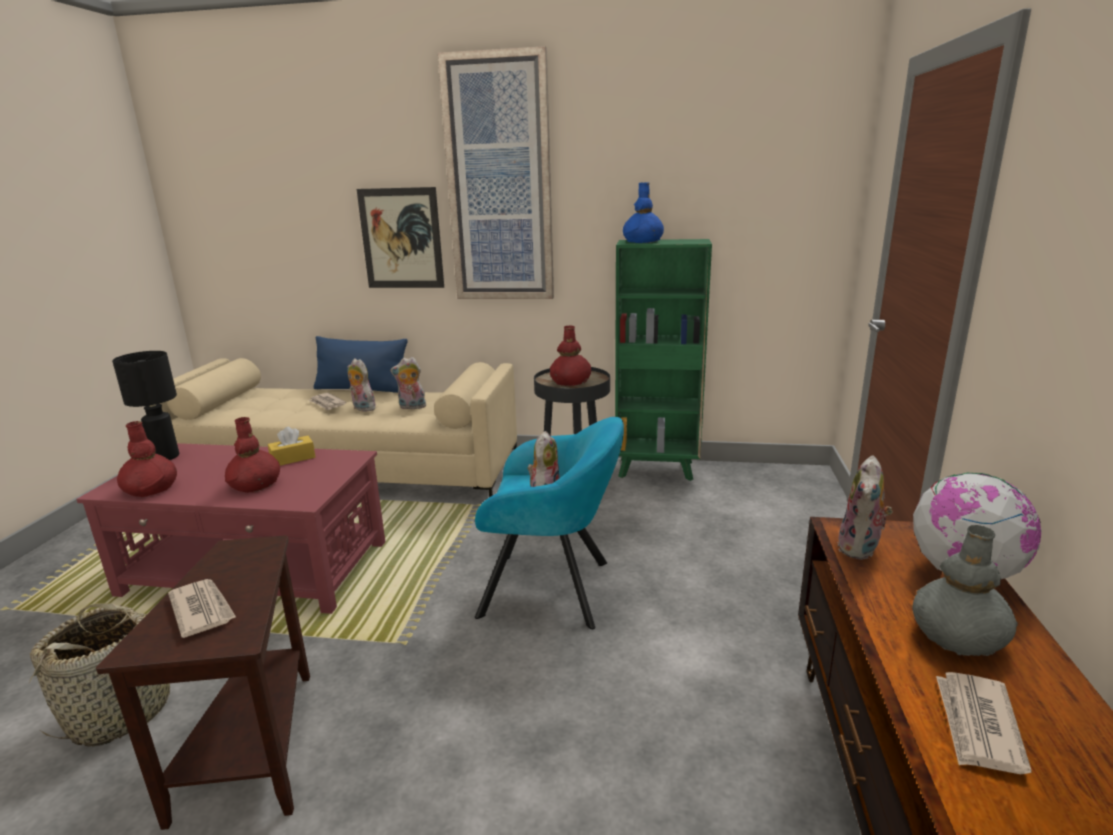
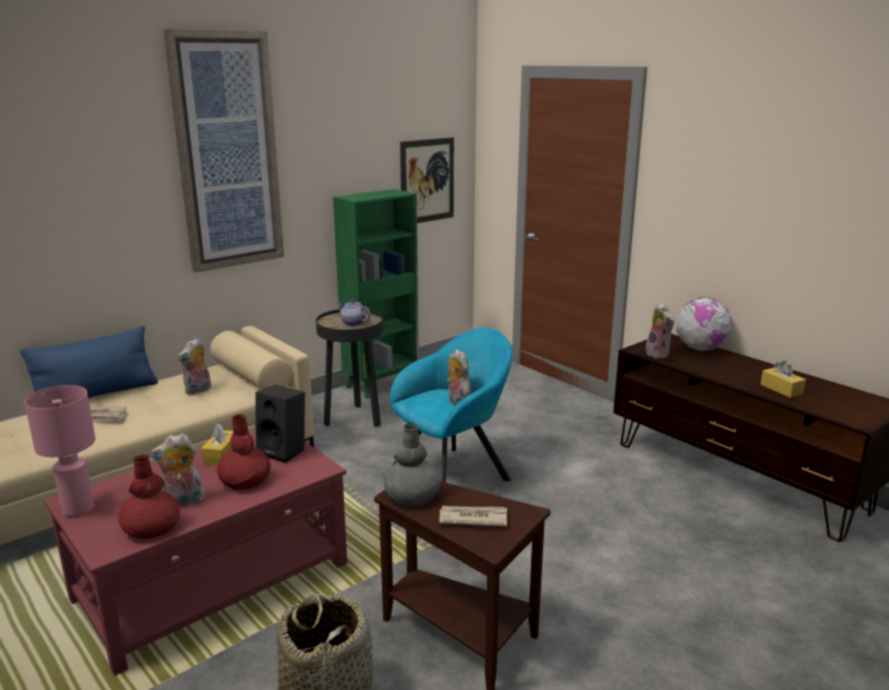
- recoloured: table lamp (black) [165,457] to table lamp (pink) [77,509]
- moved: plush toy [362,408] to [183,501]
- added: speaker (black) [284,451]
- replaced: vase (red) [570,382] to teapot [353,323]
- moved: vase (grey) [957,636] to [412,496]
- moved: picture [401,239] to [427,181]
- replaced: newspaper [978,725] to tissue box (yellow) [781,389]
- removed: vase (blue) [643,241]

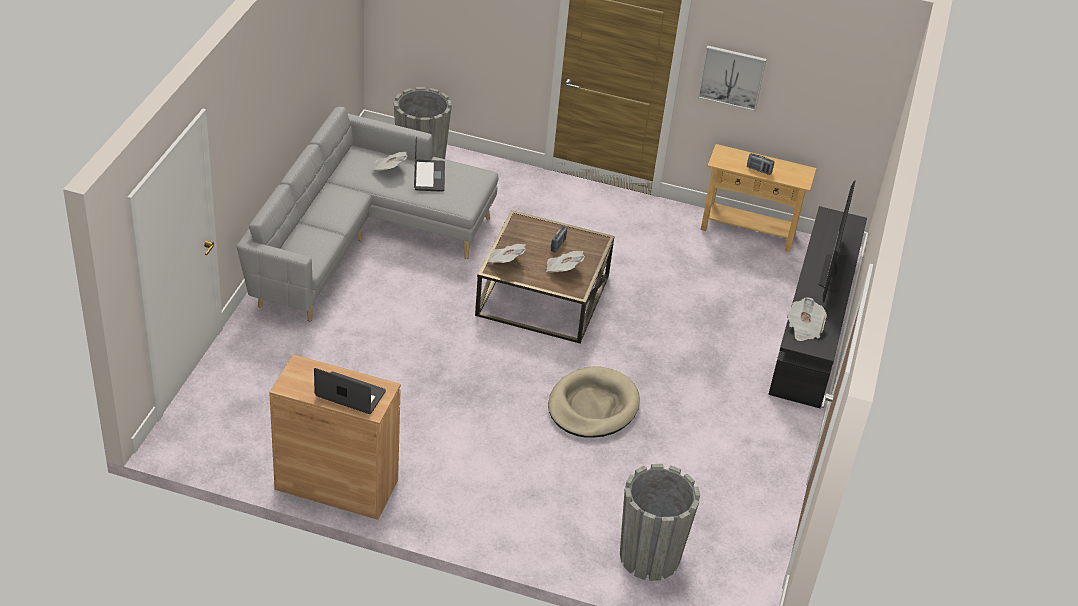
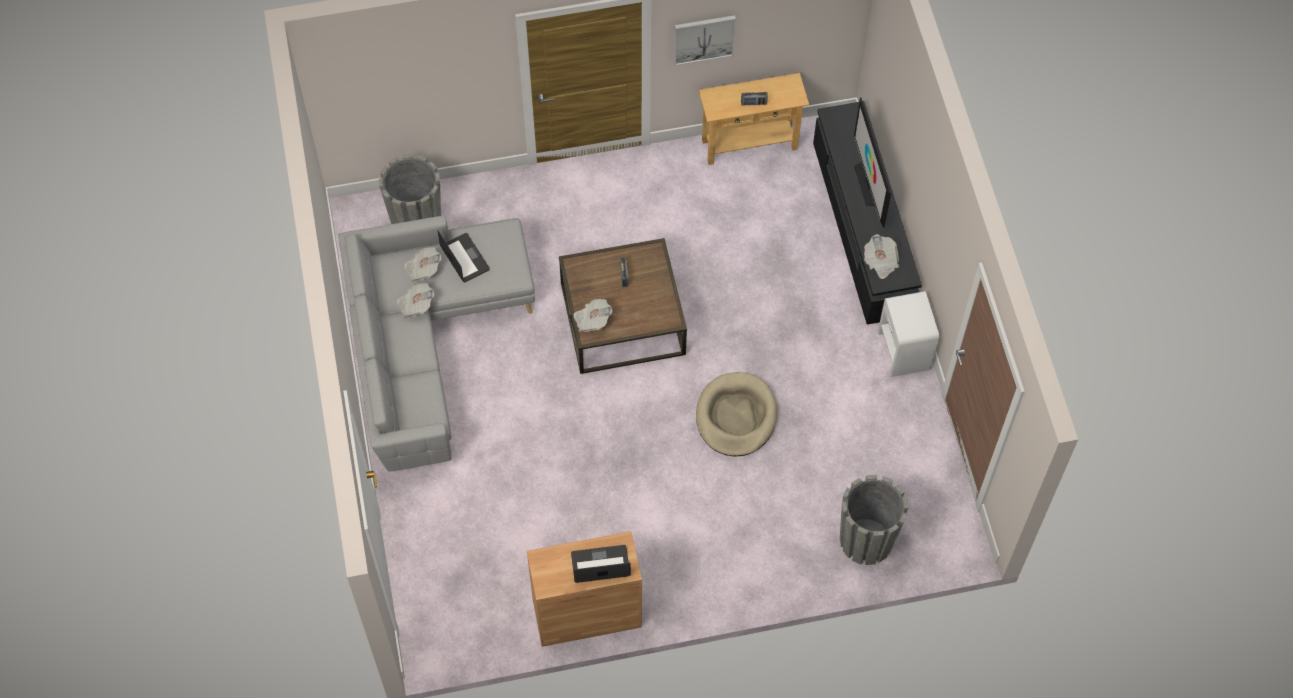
- moved: newspaper [563,269] to [416,305]
- added: nightstand (white) [904,351]

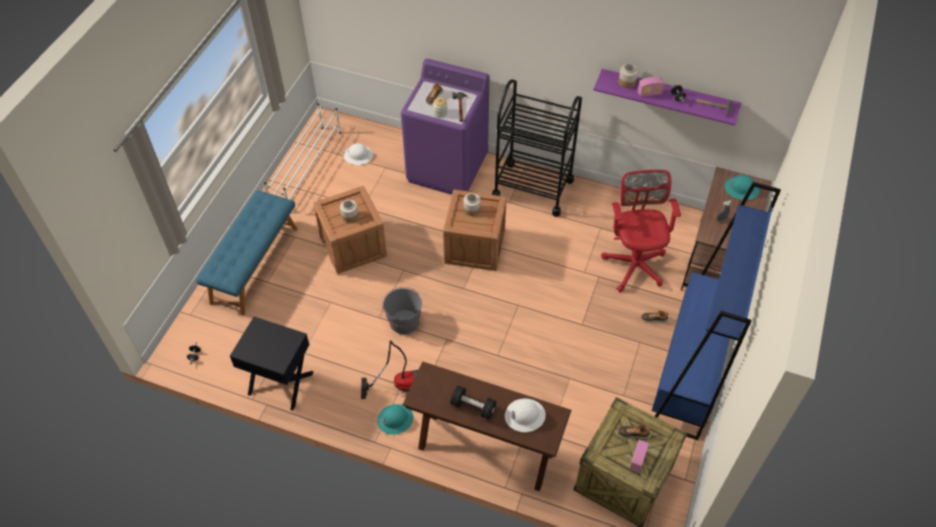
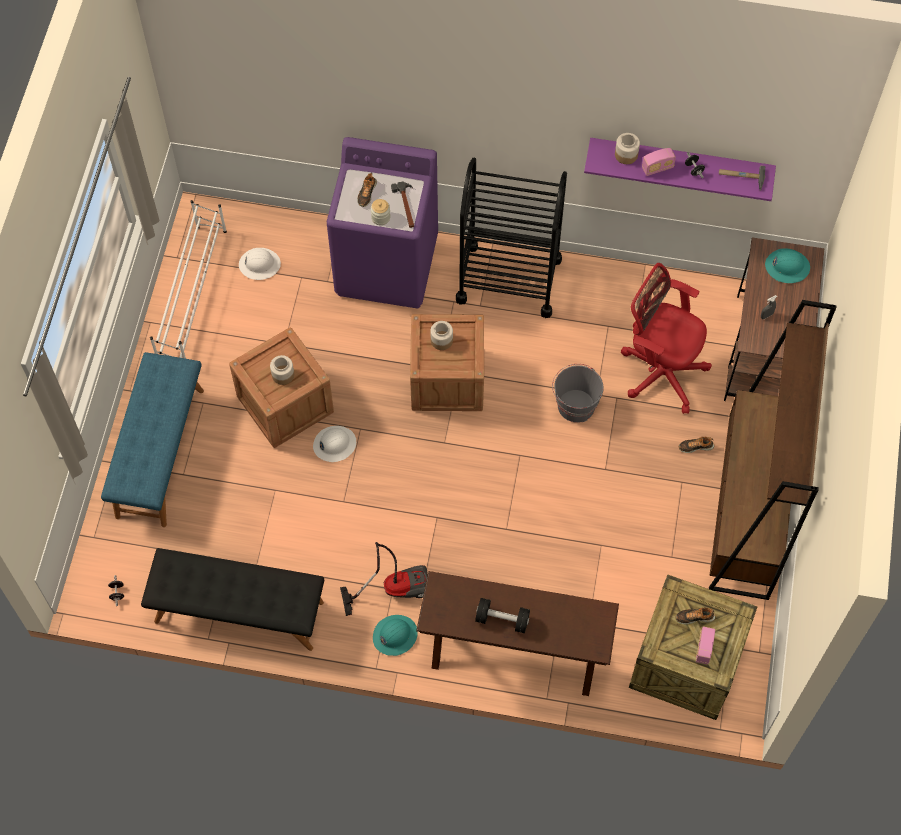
- replaced: nightstand (black) [280,384] to bench (black) [238,612]
- moved: hard hat (white) [524,415] to [334,444]
- moved: bucket (grey) [403,321] to [575,405]
- turned: office chair (red) [634,263] = [659,371] 45 degrees counterclockwise
- recoloured: bookcase (blue) [689,370] to bookcase (brown) [748,510]

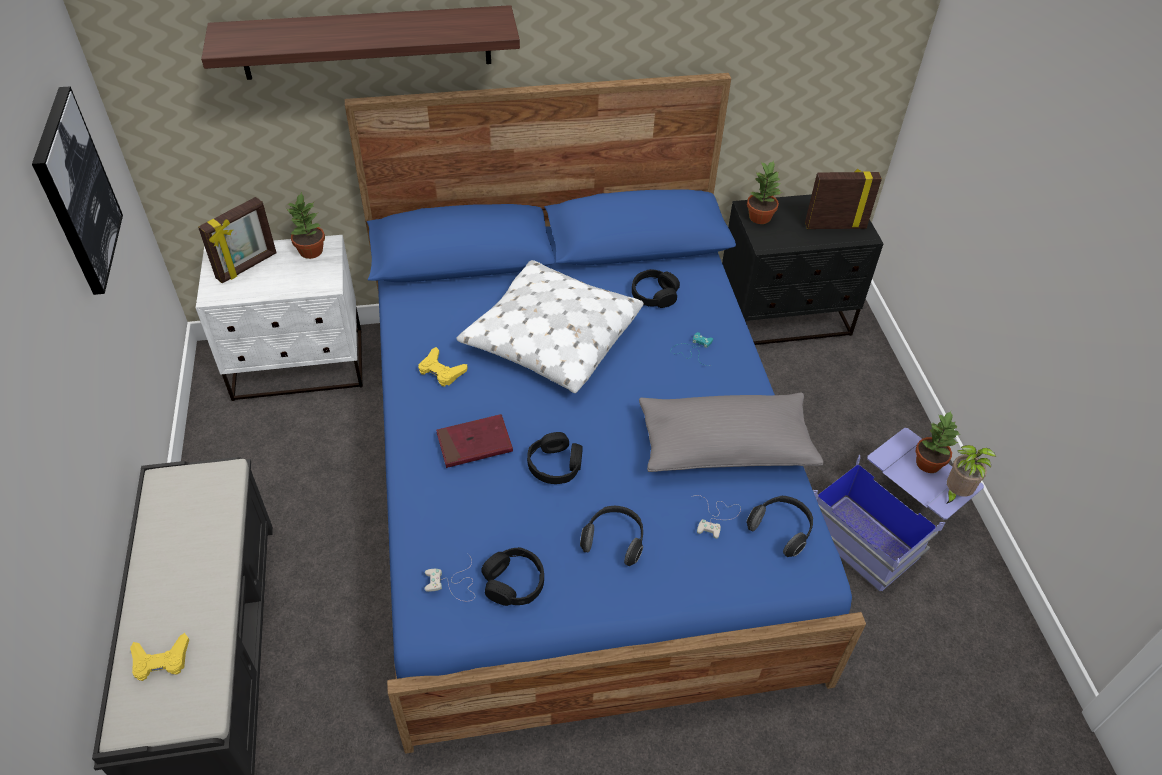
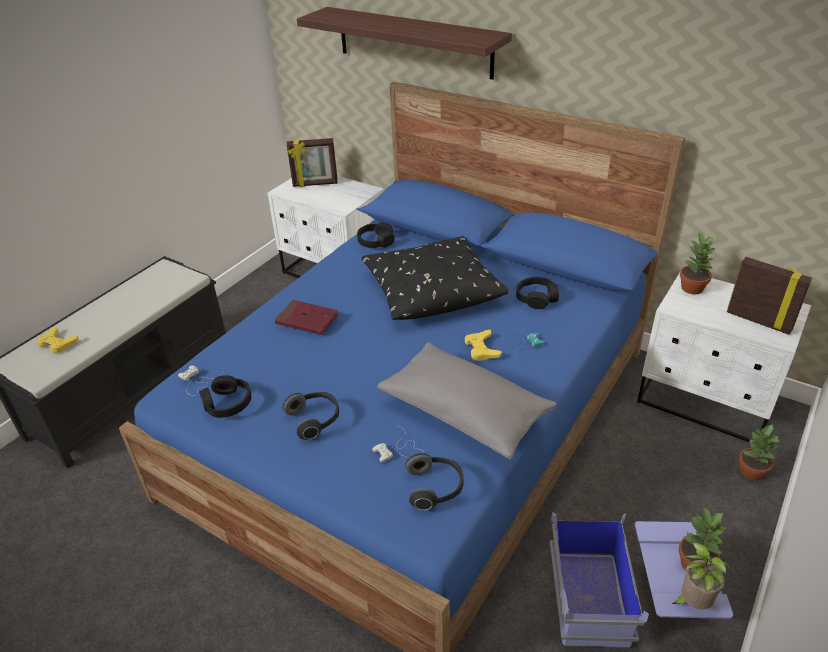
- moved: headphones (black) [555,465] to [376,241]
- recoloured: pillow (white) [551,338] to pillow (black) [431,290]
- moved: game controller (yellow) [441,371] to [481,349]
- recoloured: nightstand (black) [784,316] to nightstand (white) [705,402]
- moved: potted plant [310,251] to [751,472]
- removed: picture [76,192]

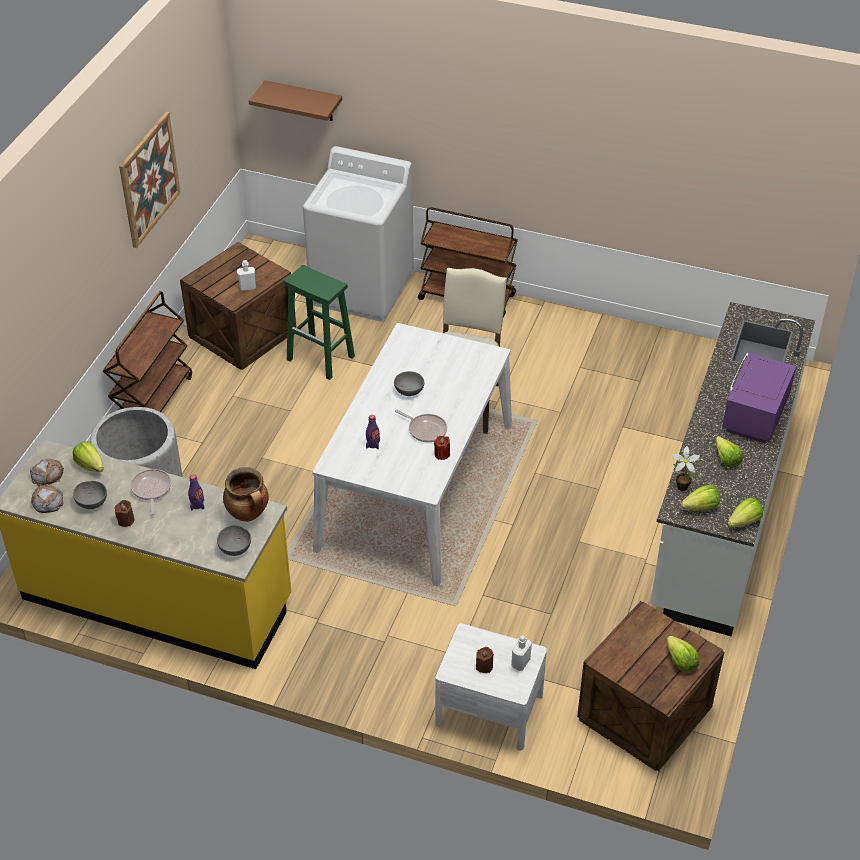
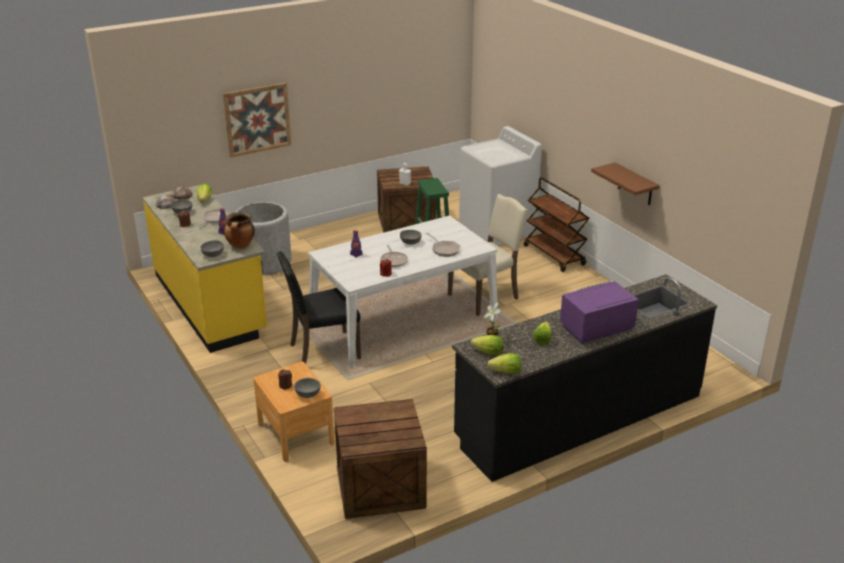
- moved: picture [149,179] to [257,119]
- recoloured: nightstand (white) [489,709] to nightstand (brown) [295,433]
- added: chair (black) [322,351]
- replaced: bottle (white) [520,663] to bowl (grey) [307,394]
- added: frying pan [444,250]
- recoloured: counter (white) [722,508] to counter (black) [579,417]
- moved: shelf (brown) [304,101] to [635,184]
- removed: cart (brown) [153,402]
- removed: lettuce [680,661]

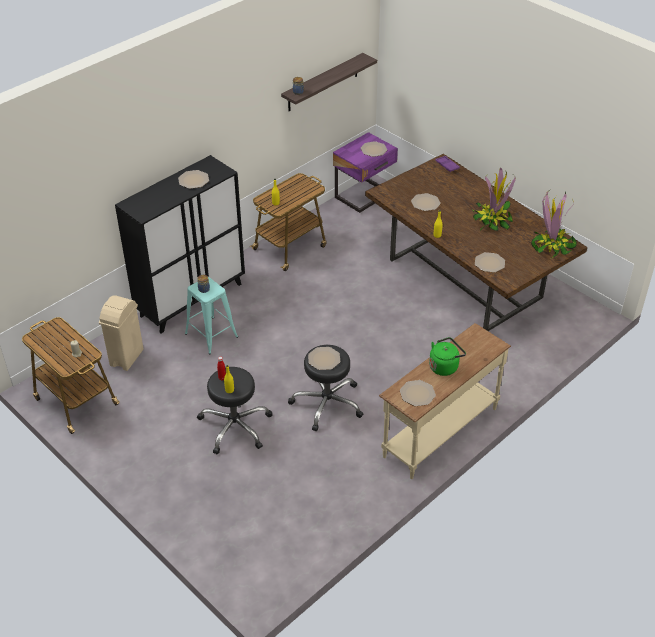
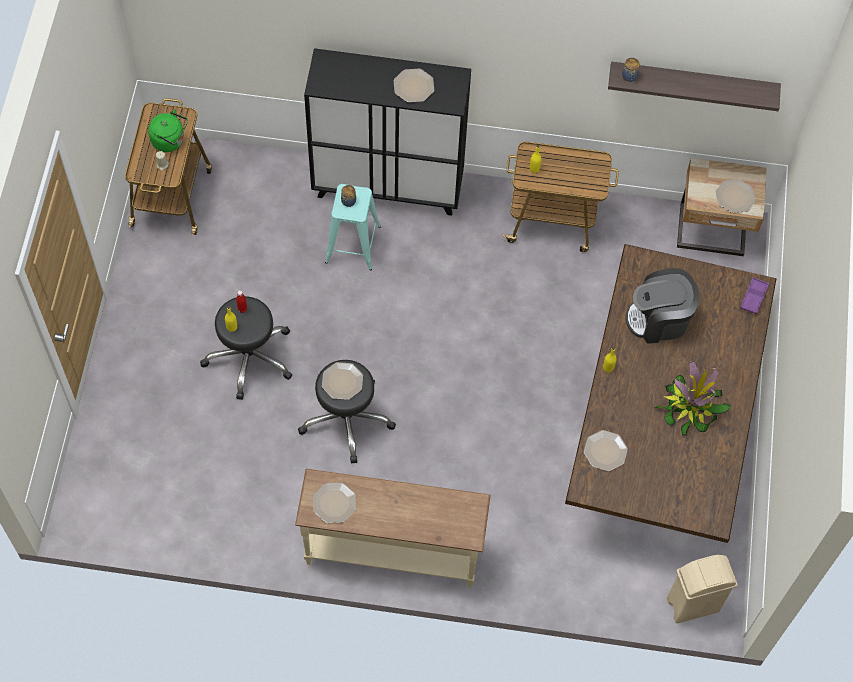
- moved: kettle (green) [445,366] to [170,141]
- replaced: plate [426,203] to coffee machine [659,319]
- moved: trash can (beige) [126,358] to [691,605]
- recoloured: nightstand (purple) [364,197] to nightstand (beige) [712,232]
- removed: potted plant [551,246]

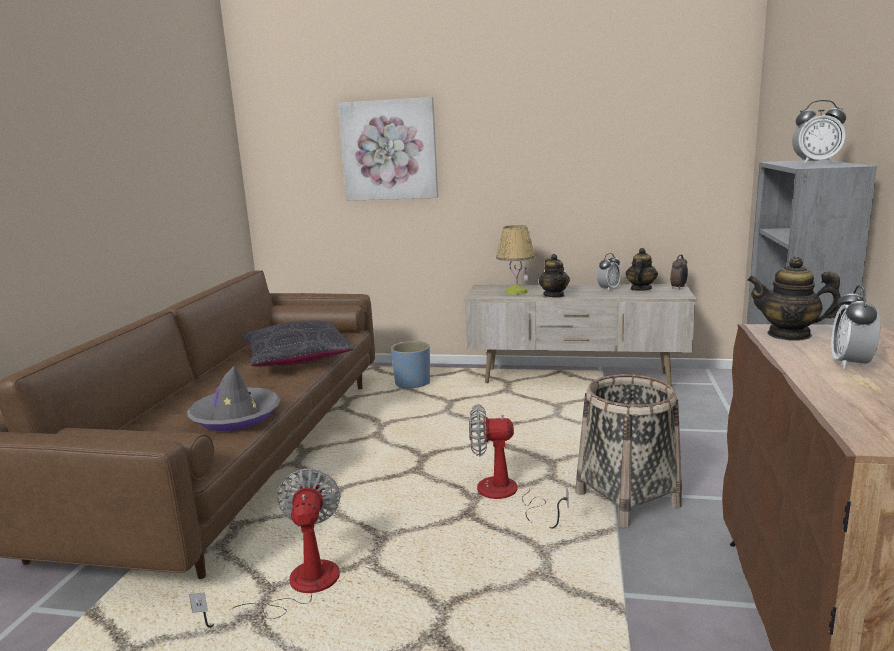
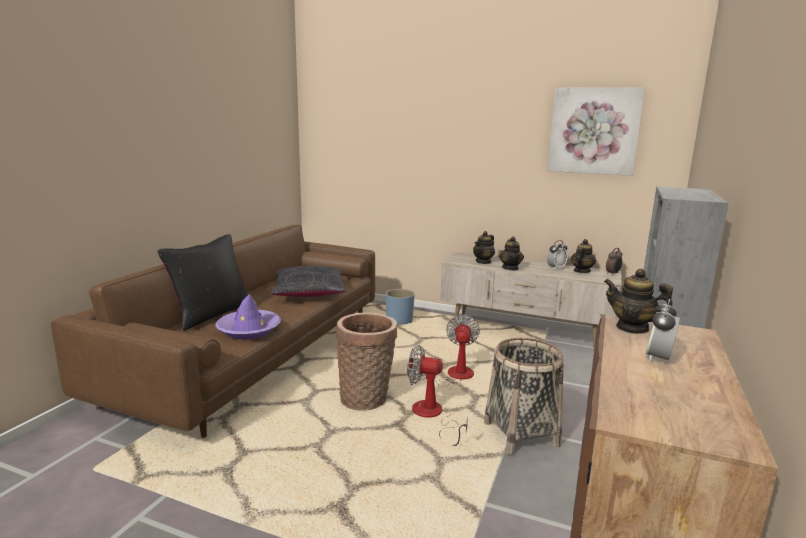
- added: pillow (black) [211,315]
- recoloured: hat (grey) [236,417] to hat (purple) [249,330]
- added: basket [366,399]
- moved: fan [297,588] to [452,376]
- replaced: table lamp [516,292] to teapot [483,261]
- moved: picture [389,150] to [594,131]
- removed: alarm clock [815,163]

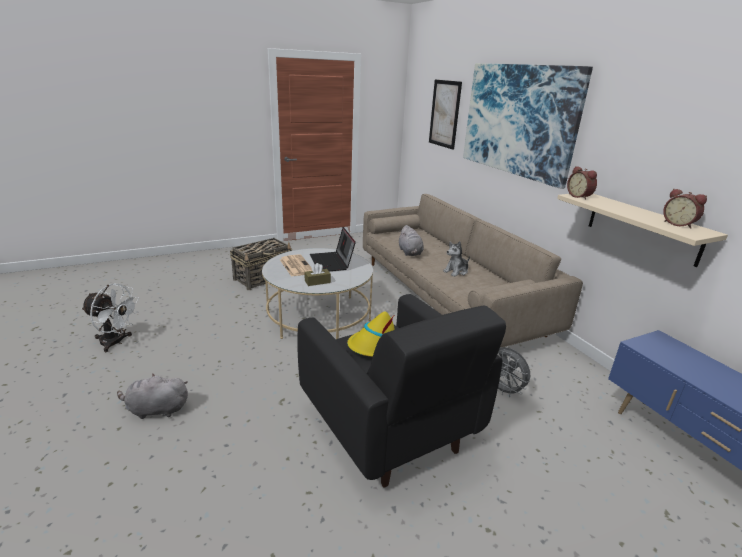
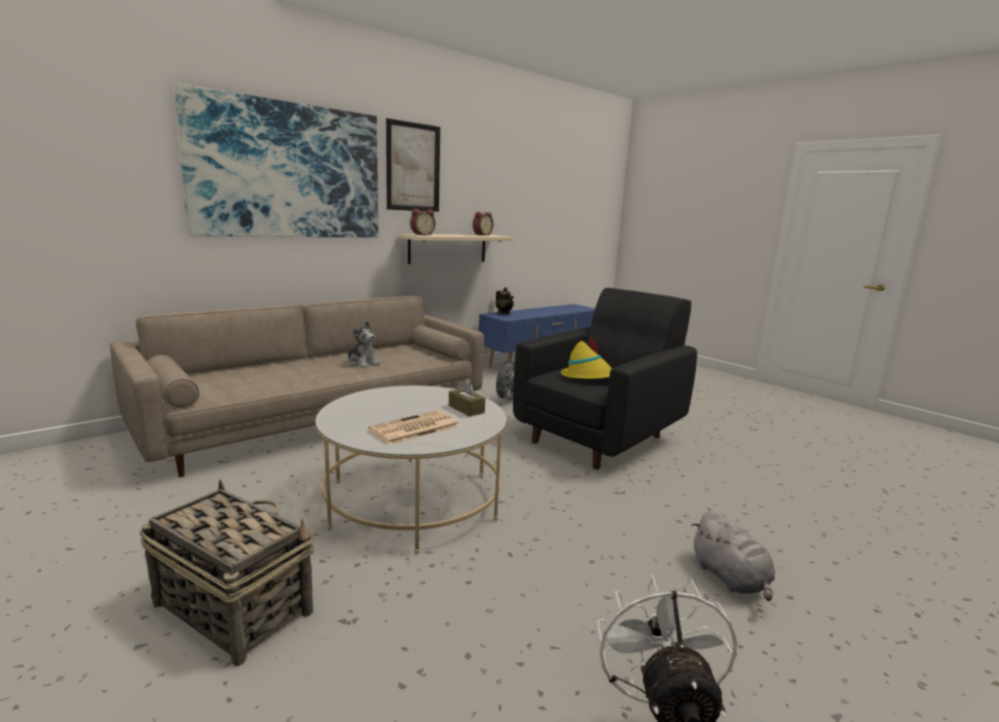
- moved: picture [444,114] to [413,167]
- added: teapot [504,313]
- removed: laptop [332,262]
- removed: plush toy (grey) [410,253]

